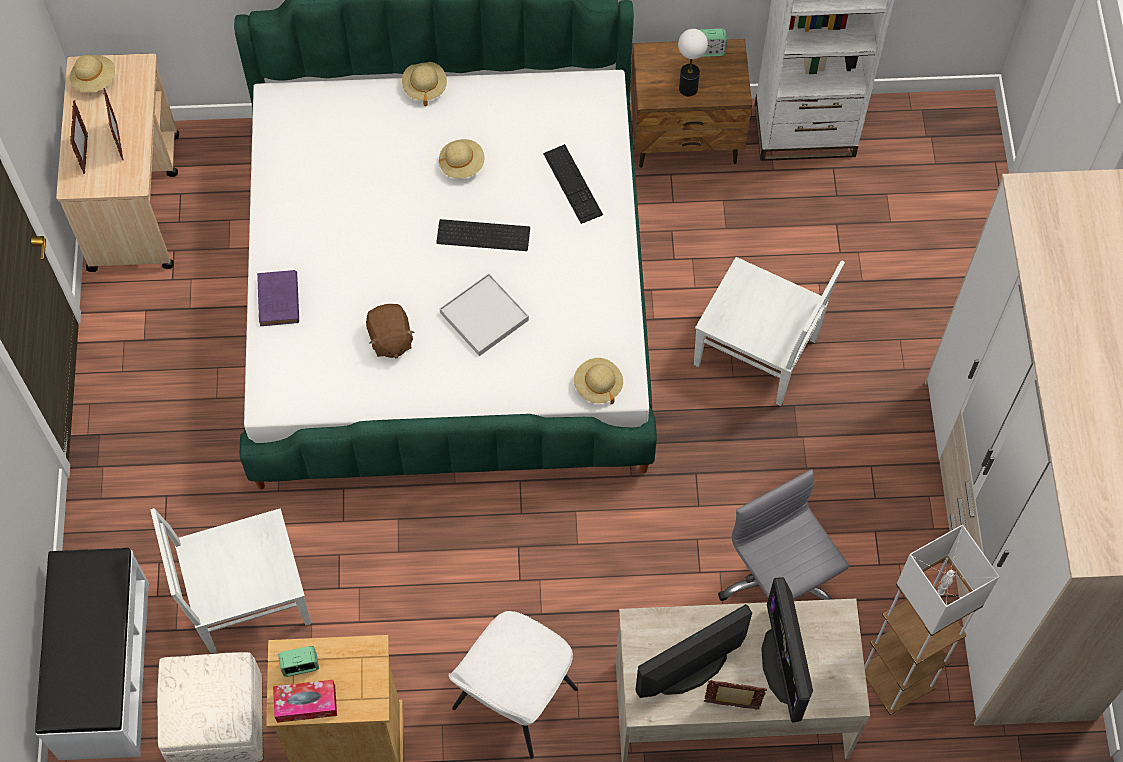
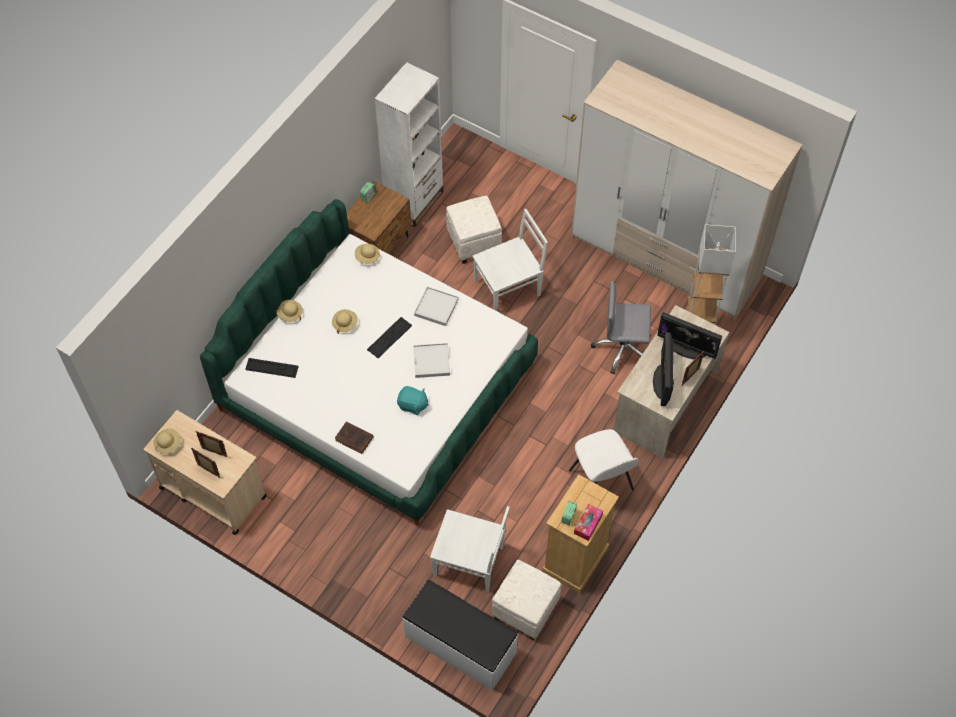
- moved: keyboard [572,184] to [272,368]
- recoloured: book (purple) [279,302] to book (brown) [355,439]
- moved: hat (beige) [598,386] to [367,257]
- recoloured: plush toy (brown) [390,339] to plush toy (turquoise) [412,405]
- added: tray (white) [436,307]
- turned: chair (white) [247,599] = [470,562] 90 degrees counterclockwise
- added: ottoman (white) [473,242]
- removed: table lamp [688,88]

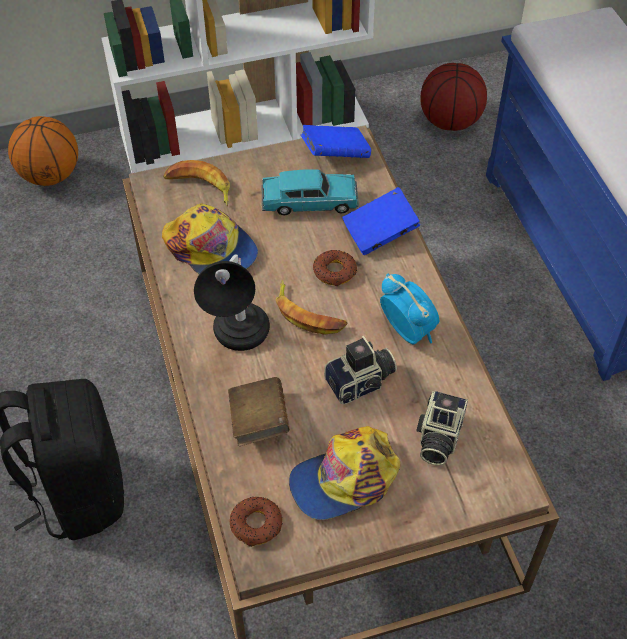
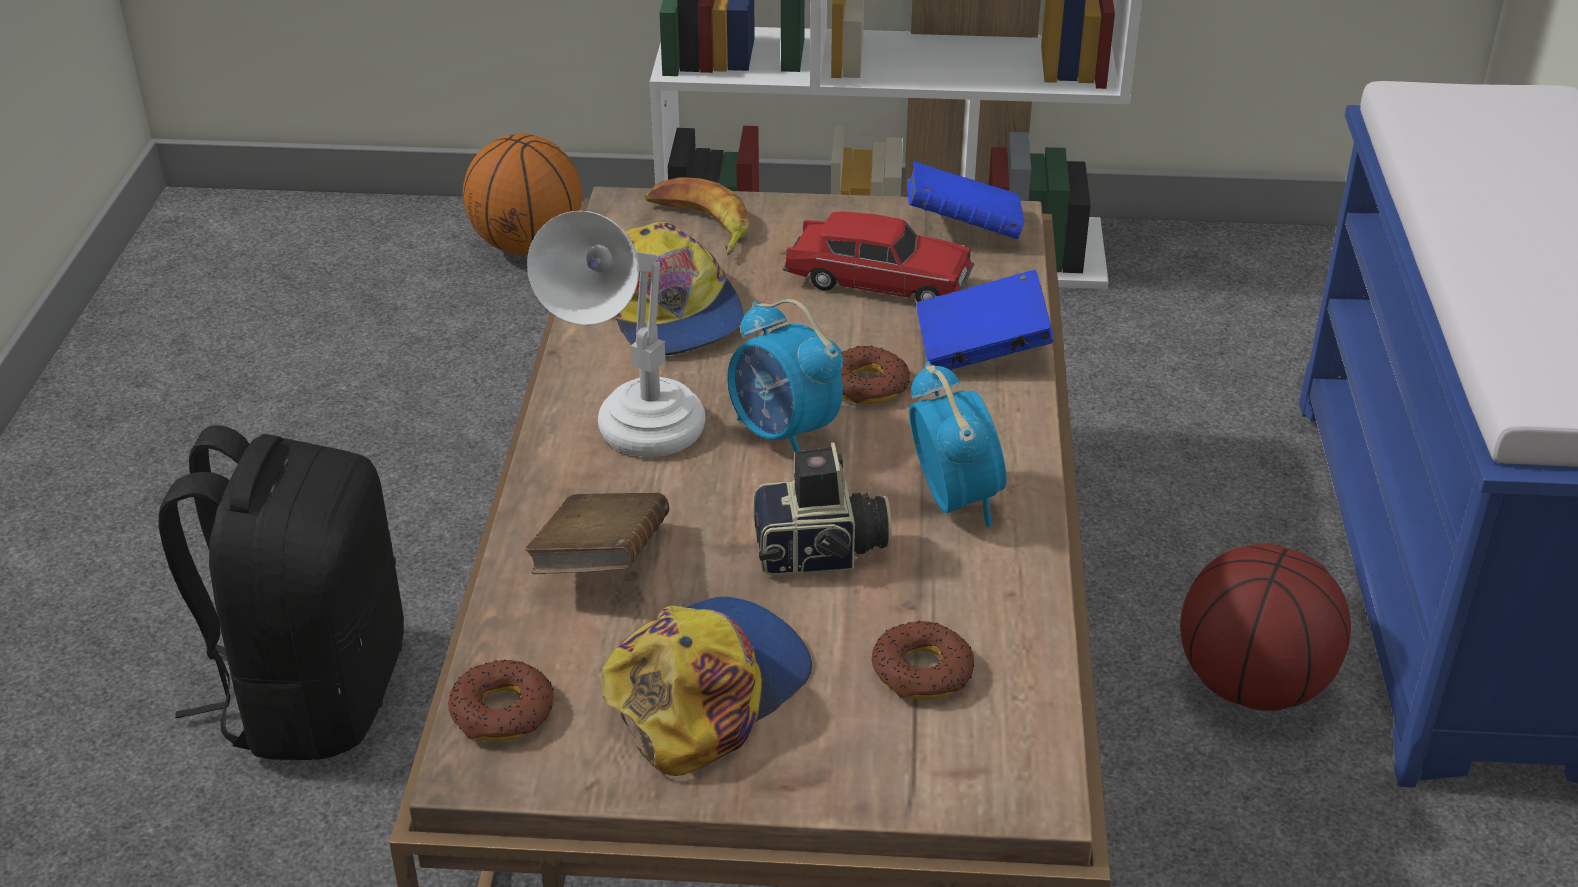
- recoloured: table lamp (black) [239,343] to table lamp (white) [635,445]
- turned: cap [345,479] = [705,689] 135 degrees clockwise
- replaced: banana [308,314] to alarm clock [783,433]
- recoloured: toy car (turquoise) [309,203] to toy car (red) [878,283]
- replaced: photo camera [438,437] to donut [922,671]
- moved: basketball [450,121] to [1253,685]

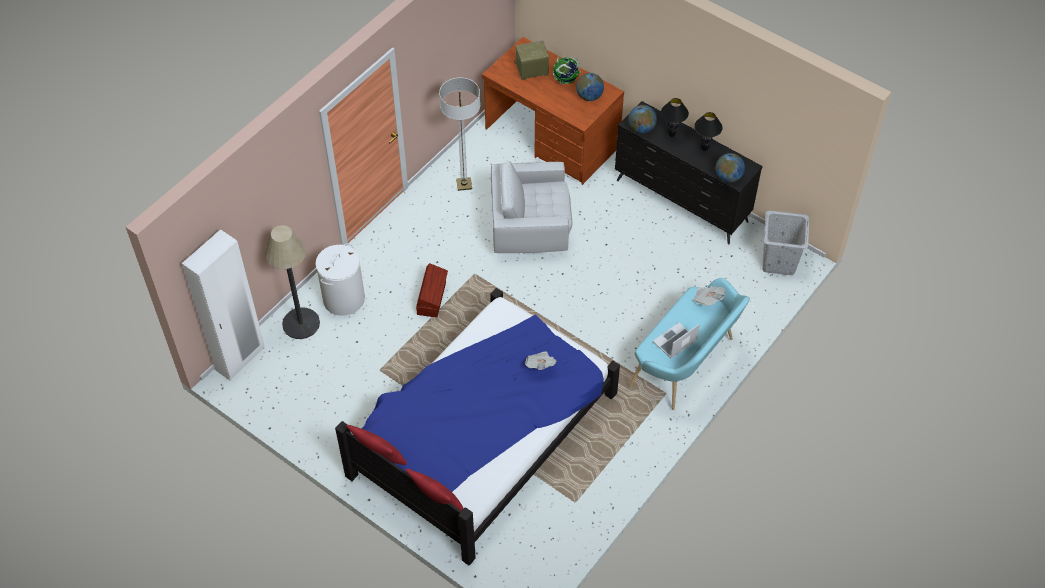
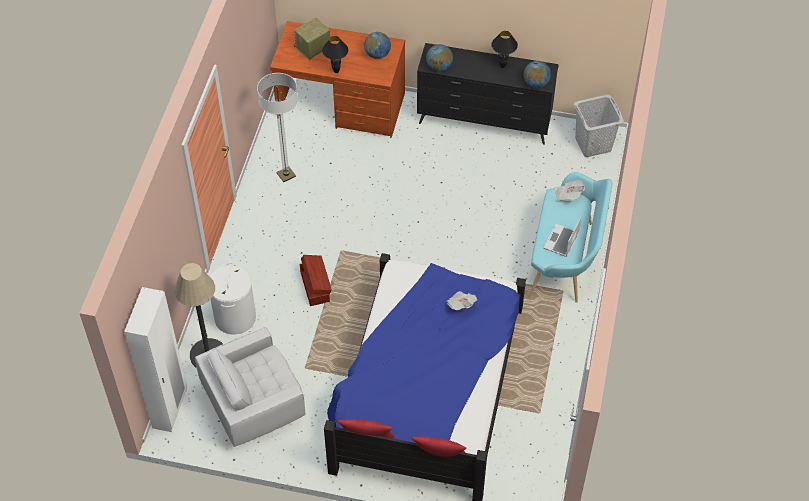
- moved: armchair (white) [530,228] to [254,404]
- moved: table lamp (black) [672,135] to [336,71]
- removed: globe [566,80]

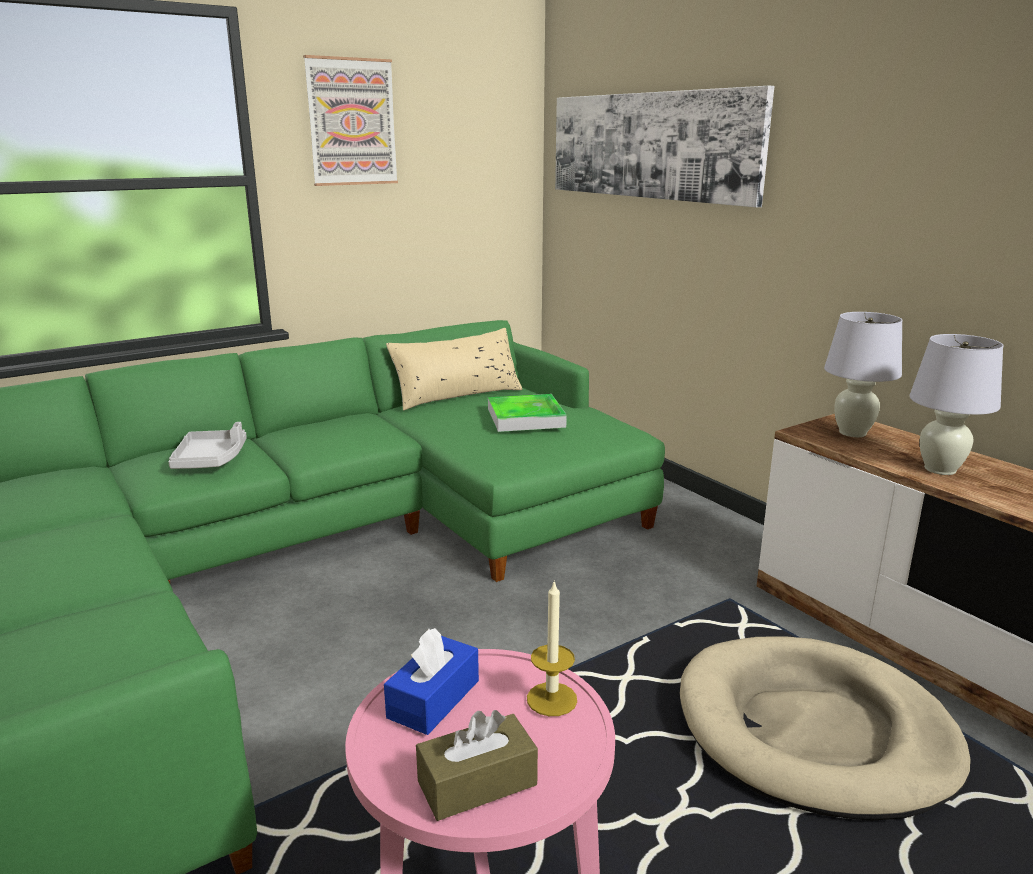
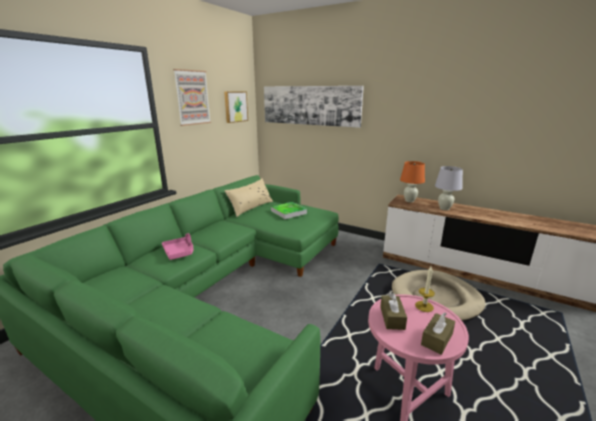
- recoloured: tray (grey) [211,459] to tray (pink) [179,252]
- added: picture [235,106]
- recoloured: tissue box (blue) [433,699] to tissue box (brown) [392,318]
- recoloured: table lamp (white) [853,433] to table lamp (orange) [409,201]

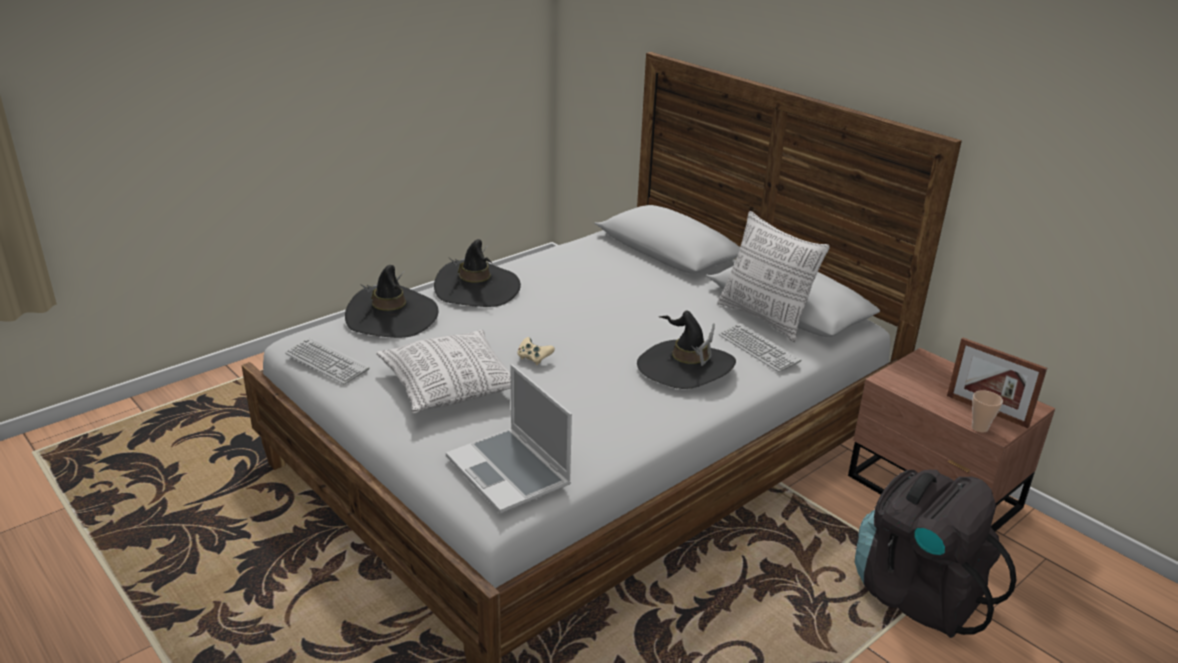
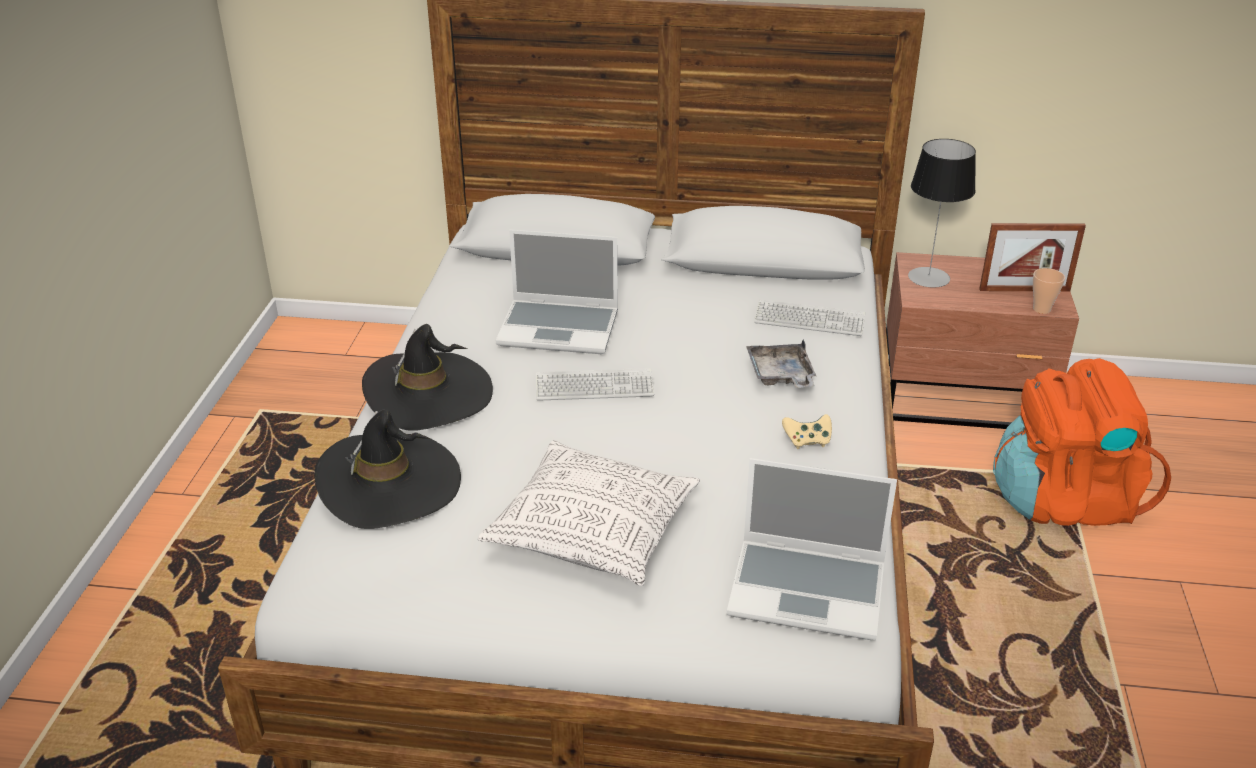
- added: laptop [560,328]
- moved: keyboard [326,362] to [594,387]
- replaced: hat (black) [685,368] to tray (grey) [781,376]
- moved: game controller (beige) [534,358] to [807,441]
- added: table lamp [928,277]
- recoloured: backpack (black) [917,594] to backpack (orange) [1064,500]
- removed: pillow [764,318]

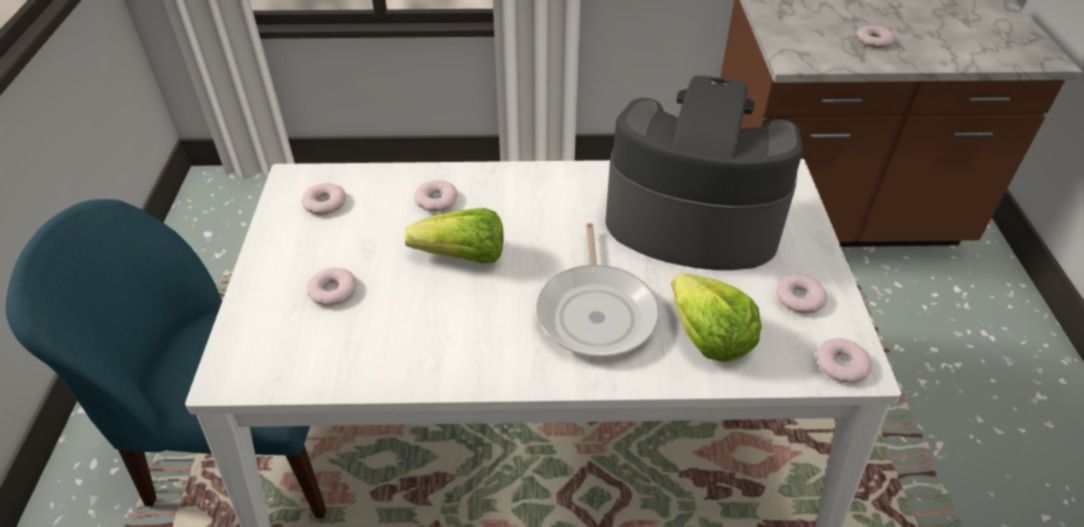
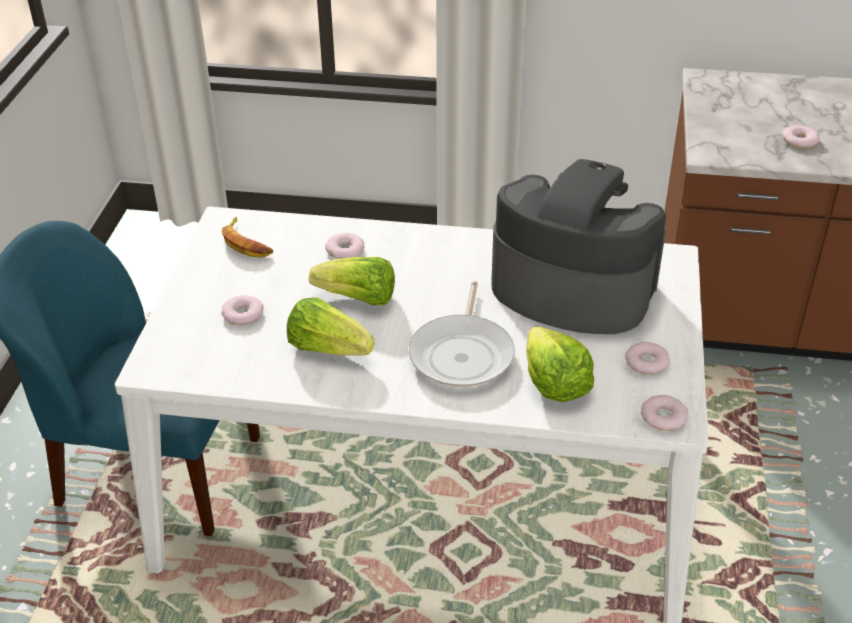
- replaced: donut [324,203] to banana [247,243]
- added: lettuce [328,348]

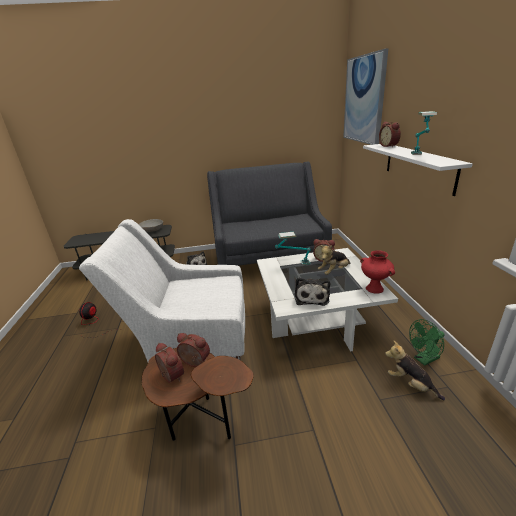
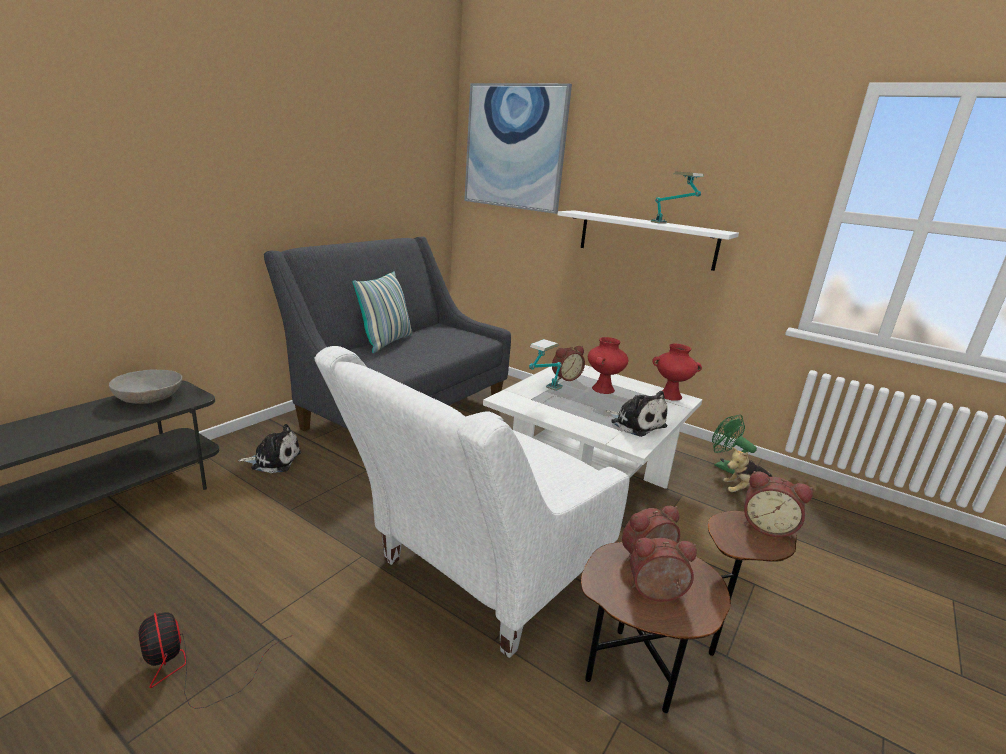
- added: pillow [386,342]
- replaced: plush toy [334,271] to vase (red) [602,389]
- turned: fan (green) [424,359] = [725,467] 120 degrees clockwise
- moved: alarm clock [389,146] to [767,527]

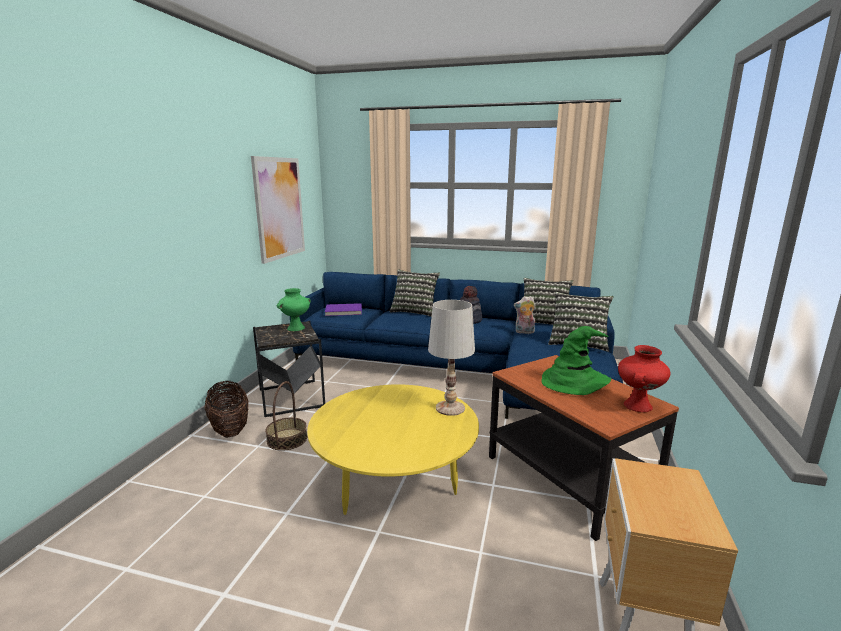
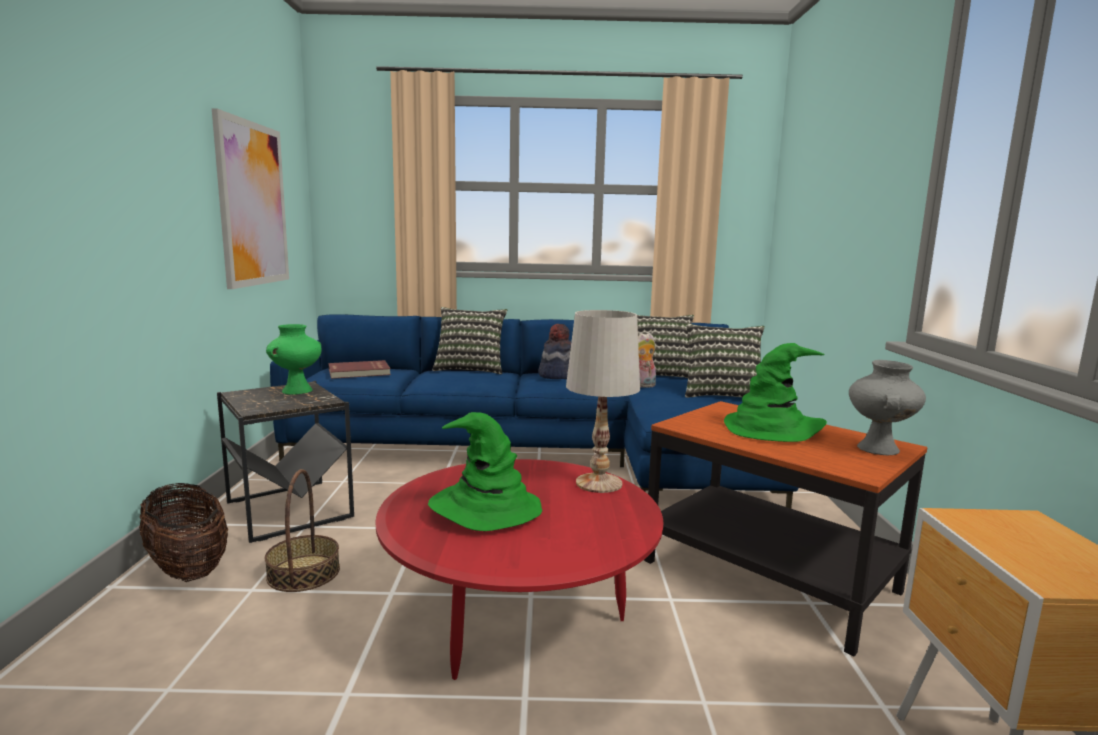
- recoloured: book (purple) [343,311] to book (red) [359,372]
- recoloured: coffee table (yellow) [395,483] to coffee table (red) [519,618]
- added: hat (green) [483,509]
- recoloured: vase (red) [638,406] to vase (grey) [879,449]

